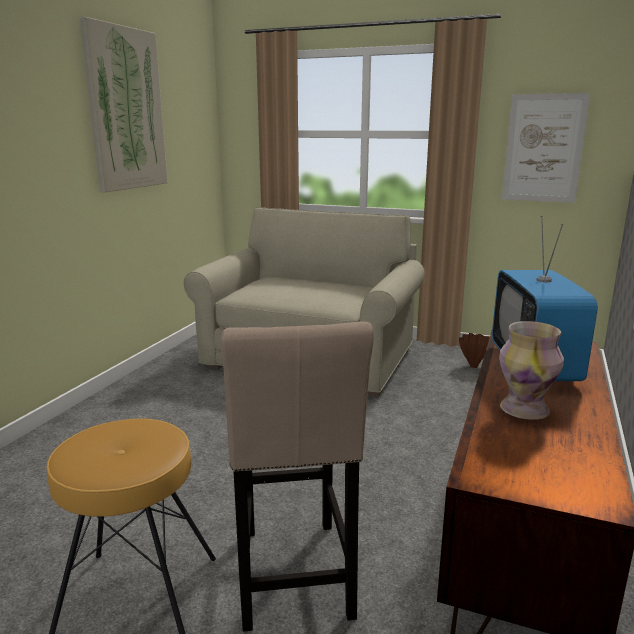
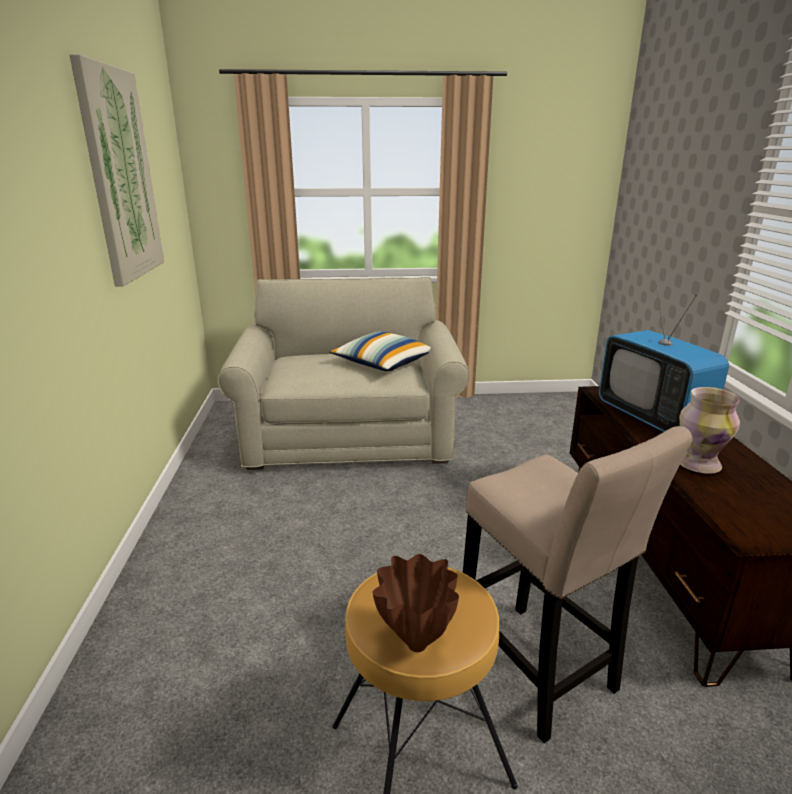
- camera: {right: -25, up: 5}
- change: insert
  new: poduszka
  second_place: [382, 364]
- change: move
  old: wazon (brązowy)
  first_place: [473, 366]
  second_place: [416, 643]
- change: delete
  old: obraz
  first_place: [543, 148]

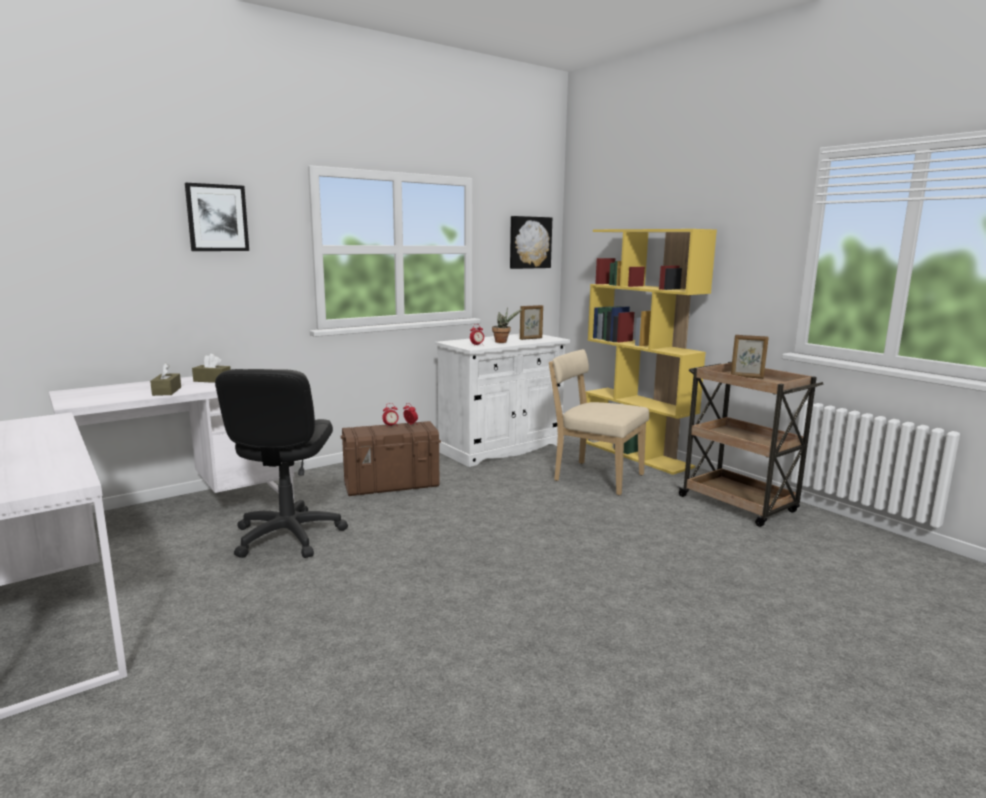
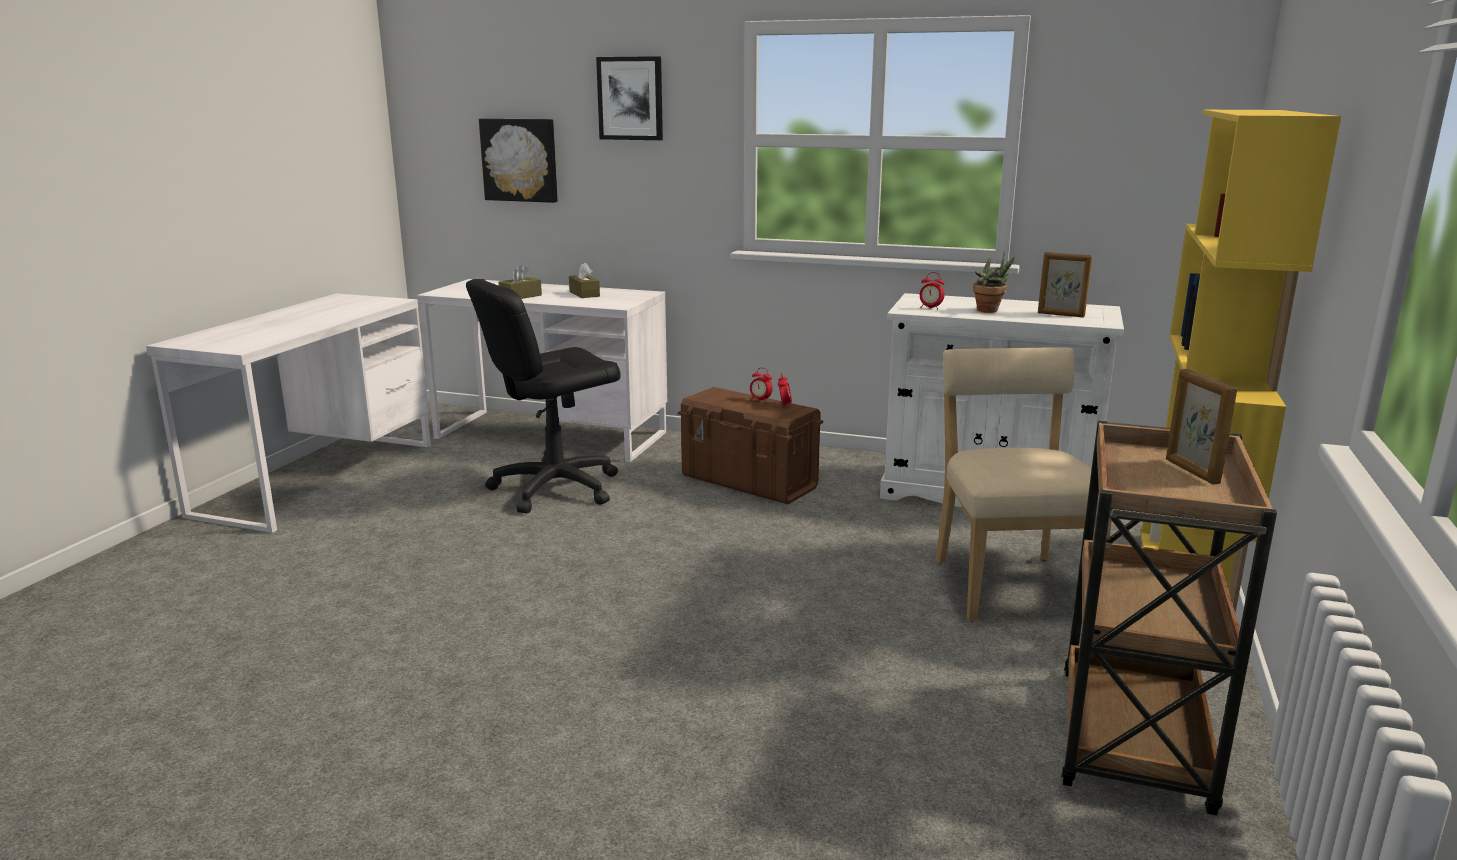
- camera: {right: 55, up: 5}
- change: move
  old: obraz
  first_place: [529, 242]
  second_place: [520, 160]

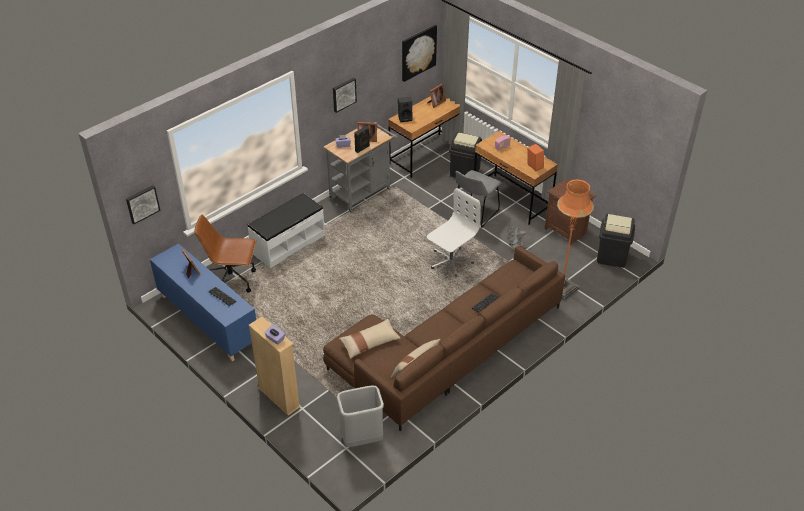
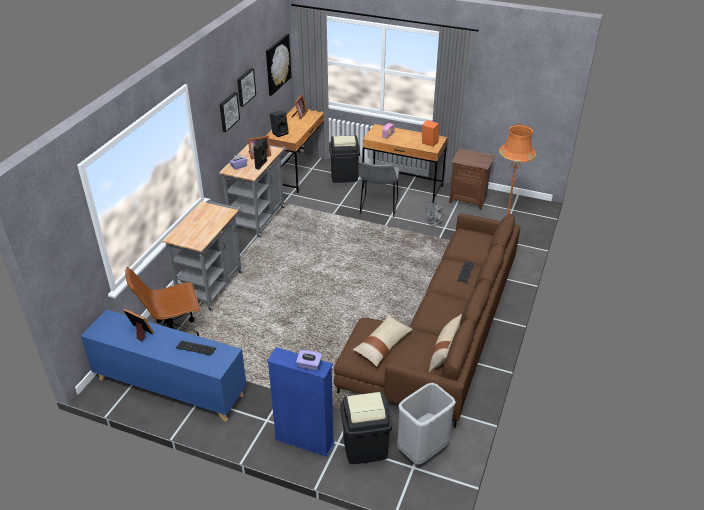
- camera: {right: -25, up: -5}
- change: replace
  old: ławka (biały)
  new: wózek (szary)
  first_place: [288, 244]
  second_place: [213, 284]
- change: move
  old: obraz
  first_place: [142, 203]
  second_place: [245, 87]
- change: recolor
  old: regał (beżowy)
  new: regał (niebieski)
  first_place: [279, 397]
  second_place: [304, 441]
- change: move
  old: kosz na śmieci (czarny)
  first_place: [612, 257]
  second_place: [365, 447]
- change: delete
  old: krzesło biurowe (biały)
  first_place: [450, 261]

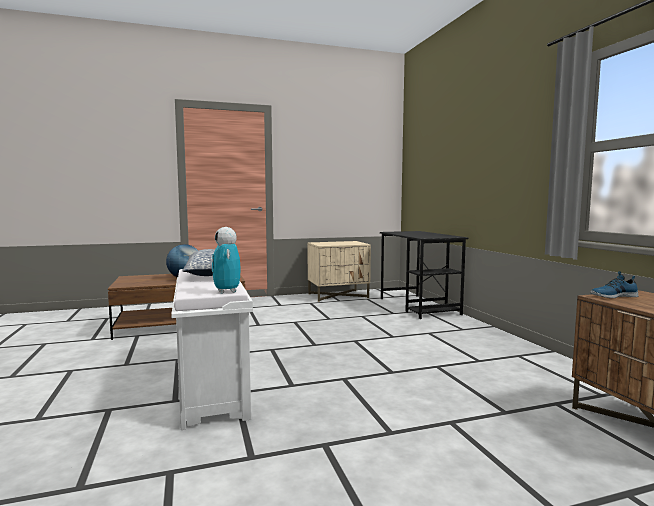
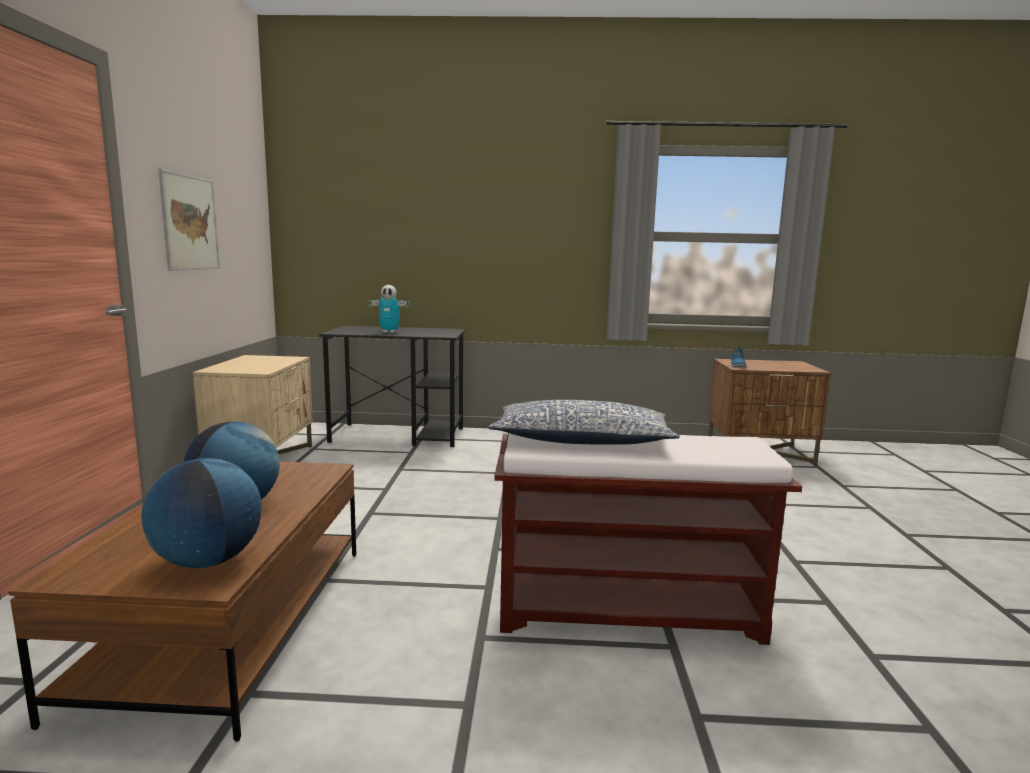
- camera: {right: -70, up: 5}
- change: insert
  new: globus
  second_place: [208, 561]
- change: insert
  new: obraz
  second_place: [190, 223]
- change: move
  old: robot zabawkowy
  first_place: [227, 291]
  second_place: [389, 332]
- change: recolor
  old: ławka (biały)
  new: ławka (brązowy)
  first_place: [213, 387]
  second_place: [630, 610]

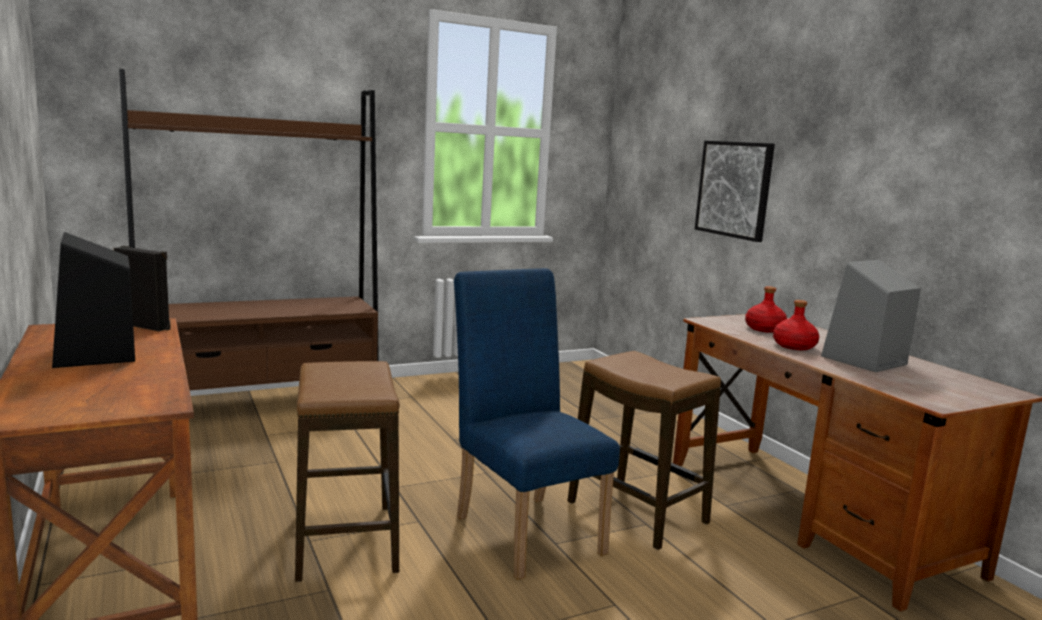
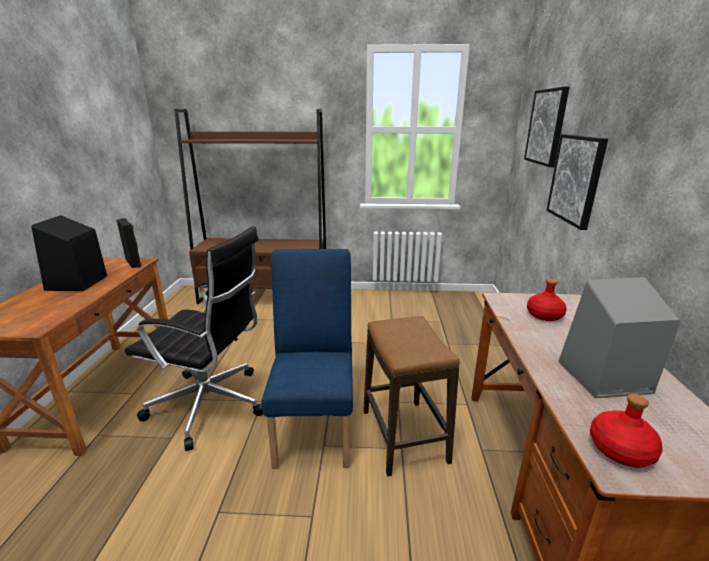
- camera: {right: 30, up: 10}
- change: replace
  old: stołek
  new: krzesło biurowe (czarny)
  first_place: [346, 542]
  second_place: [211, 405]
- change: insert
  new: obraz
  second_place: [546, 127]
- change: move
  old: butelka (czerwony)
  first_place: [793, 346]
  second_place: [619, 449]

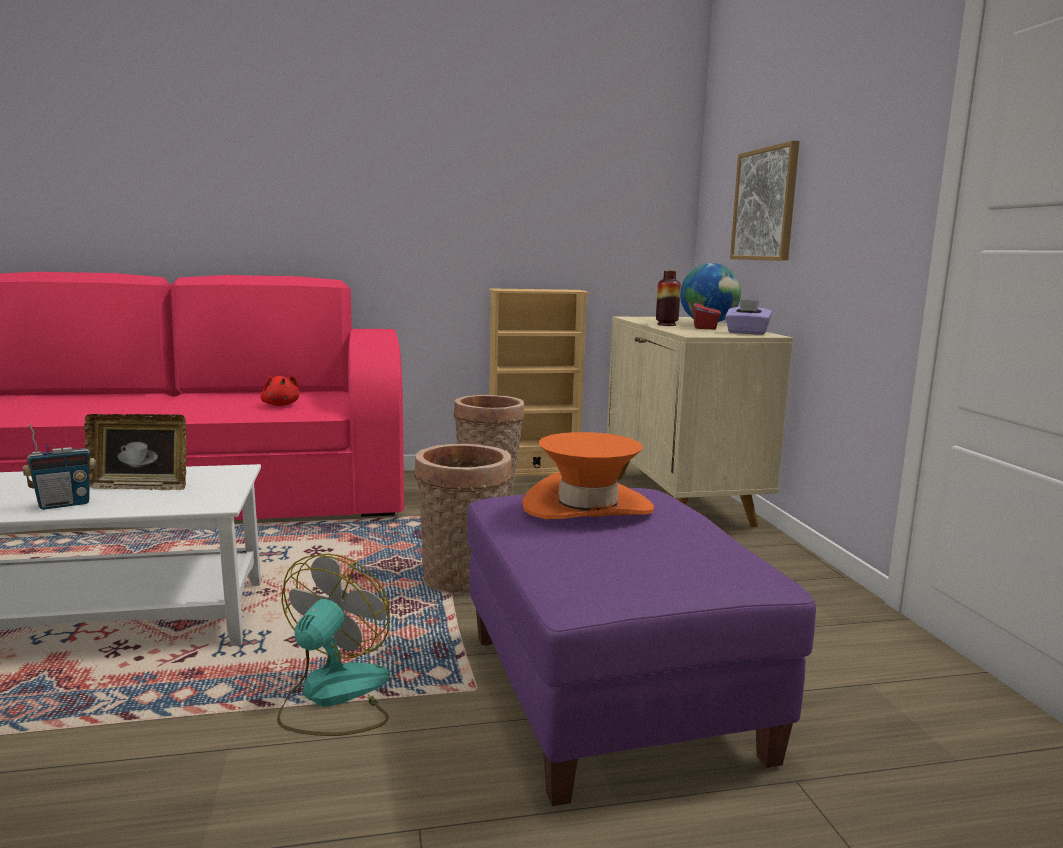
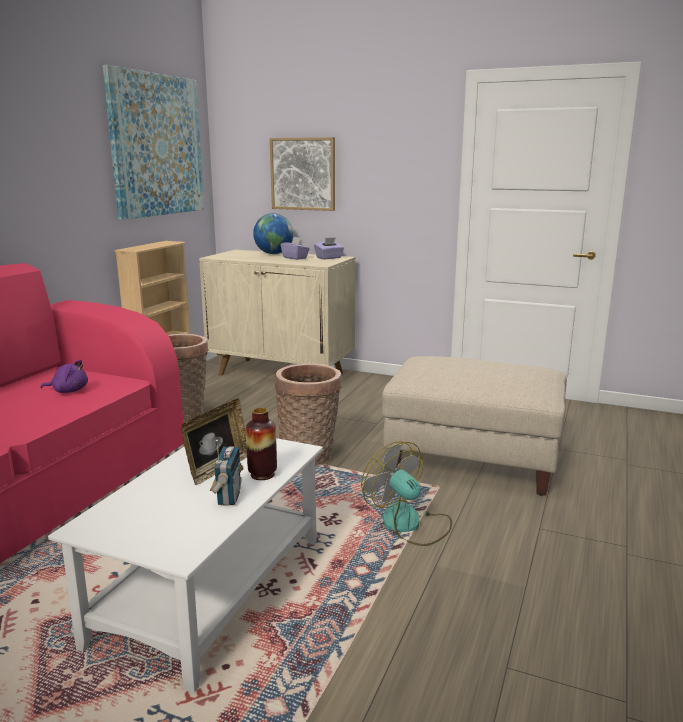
- camera: {right: -55, up: 5}
- change: recolor
  old: pluszak (czerwony)
  new: pluszak (fioletowy)
  first_place: [280, 405]
  second_place: [69, 391]
- change: insert
  new: obraz
  second_place: [157, 145]
- change: move
  old: wazon
  first_place: [666, 325]
  second_place: [262, 474]
- change: recolor
  old: pudełko chusteczek (czerwony)
  new: pudełko chusteczek (fioletowy)
  first_place: [705, 328]
  second_place: [295, 258]
- change: recolor
  old: pufa (fioletowy)
  new: pufa (beżowy)
  first_place: [609, 697]
  second_place: [472, 460]
- change: delete
  old: kapelusz (pomarańczowy)
  first_place: [587, 506]

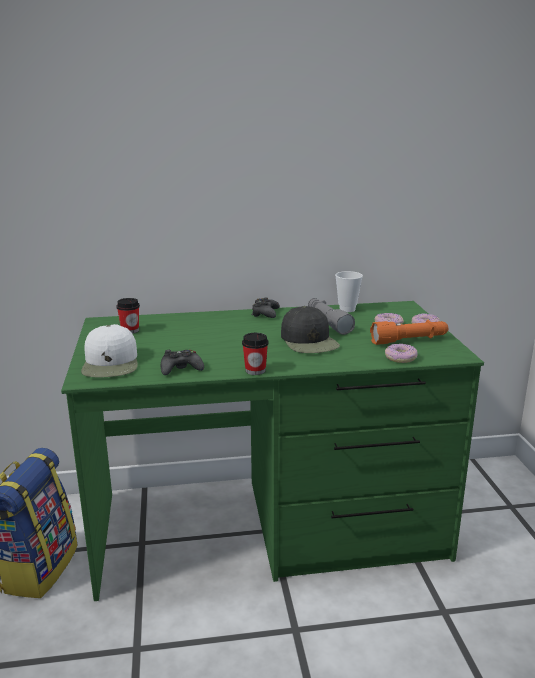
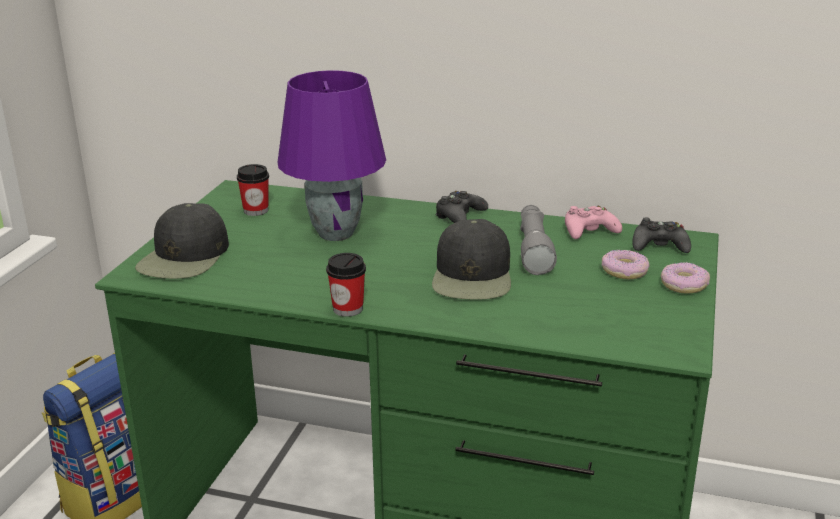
- camera: {right: 25, up: 5}
- change: recolor
  old: czapka z daszkiem (biały)
  new: czapka z daszkiem (czarny)
  first_place: [111, 363]
  second_place: [185, 257]
- change: insert
  new: lampa stołowa (fioletowy)
  second_place: [335, 233]
- change: replace
  old: filiżanka
  new: pad do gier (różowy)
  first_place: [347, 309]
  second_place: [589, 231]
- change: move
  old: pad do gier (czarny)
  first_place: [181, 369]
  second_place: [659, 245]
- change: delete
  old: latarka (pomarańczowy)
  first_place: [409, 341]
- change: delete
  old: donut
  first_place: [401, 358]

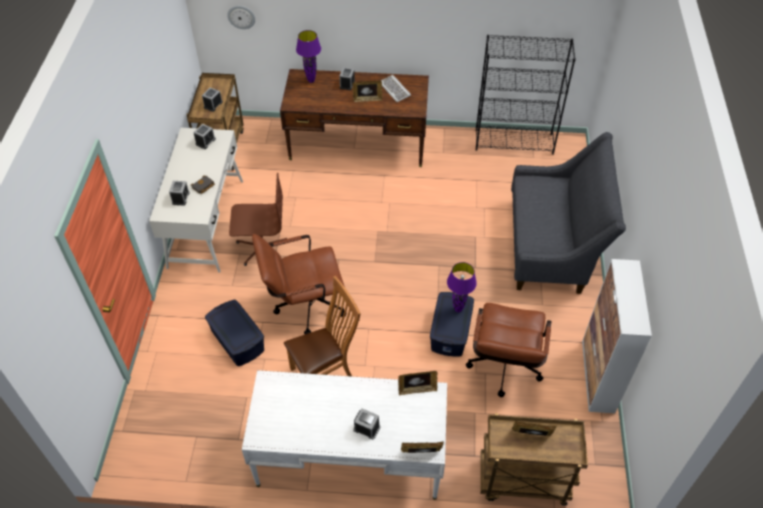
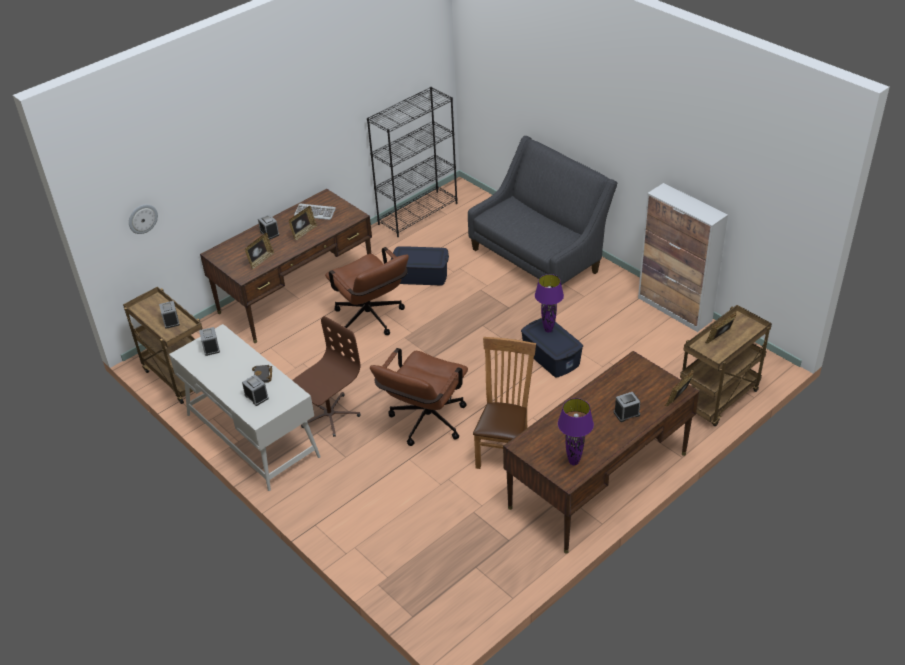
- camera: {right: -45, up: -10}
- change: move
  old: ramka na zdjęcie
  first_place: [417, 389]
  second_place: [260, 260]
- change: move
  old: krzesło biurowe (brązowy)
  first_place: [503, 370]
  second_place: [372, 320]
- change: move
  old: pojemnik do przechowywania (niebieski)
  first_place: [237, 341]
  second_place: [421, 276]
- change: recolor
  old: biurko (biały)
  new: biurko (brązowy)
  first_place: [349, 456]
  second_place: [598, 480]
- change: move
  old: lampa stołowa (fioletowy)
  first_place: [311, 80]
  second_place: [573, 462]

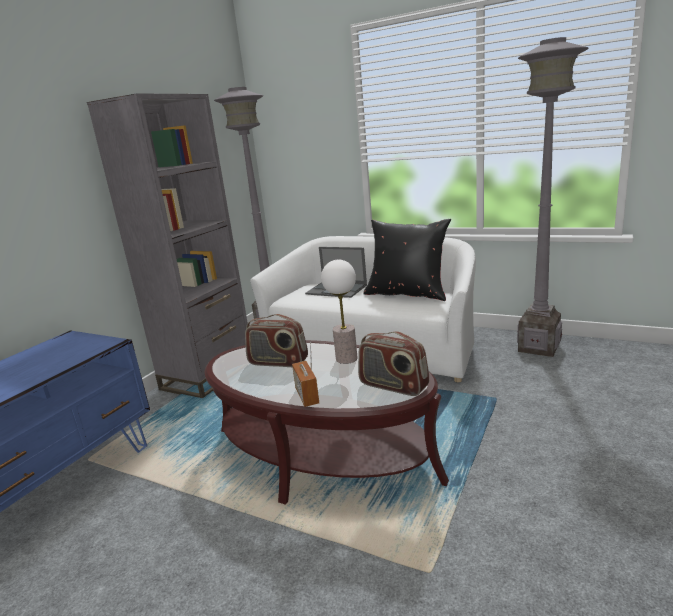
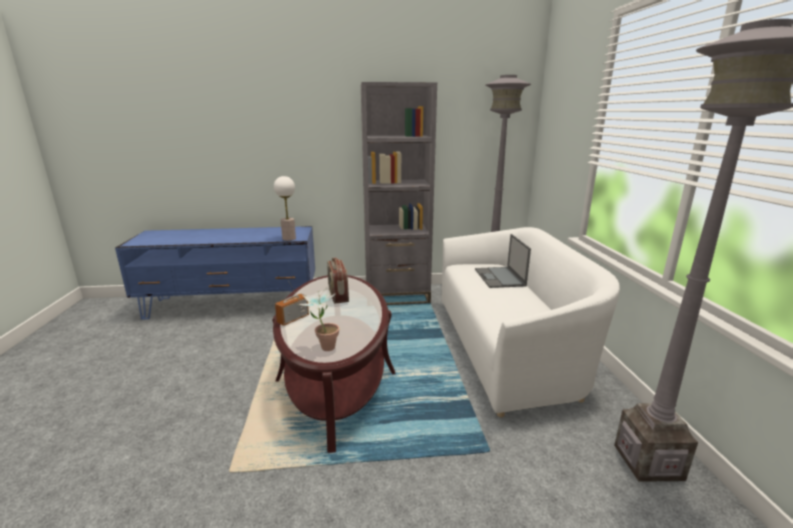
- camera: {right: 55, up: 0}
- change: move
  old: lampa stołowa
  first_place: [347, 358]
  second_place: [289, 239]
- change: replace
  old: radio
  new: roślina doniczkowa
  first_place: [393, 386]
  second_place: [323, 347]
- change: delete
  old: poduszka (czarny)
  first_place: [407, 293]

